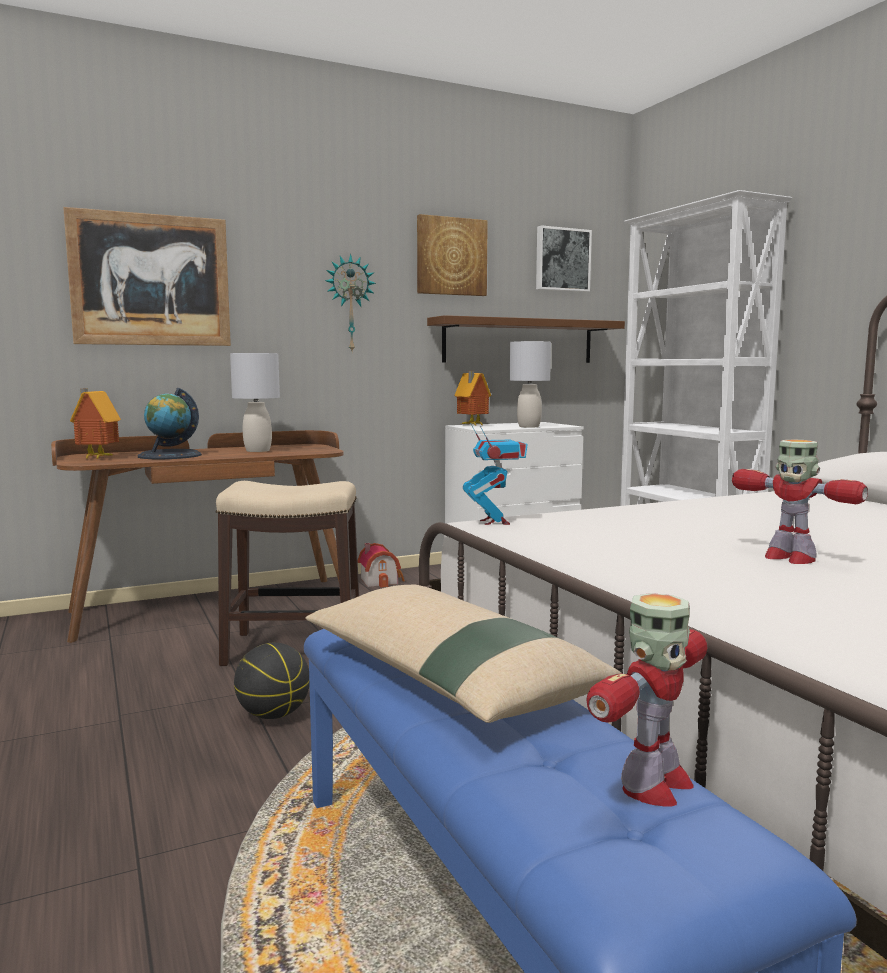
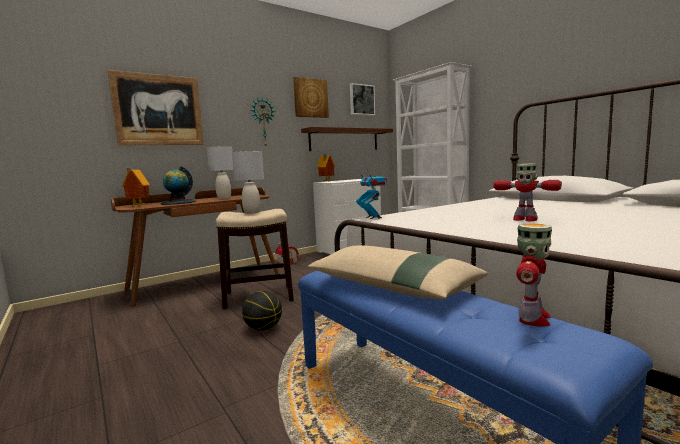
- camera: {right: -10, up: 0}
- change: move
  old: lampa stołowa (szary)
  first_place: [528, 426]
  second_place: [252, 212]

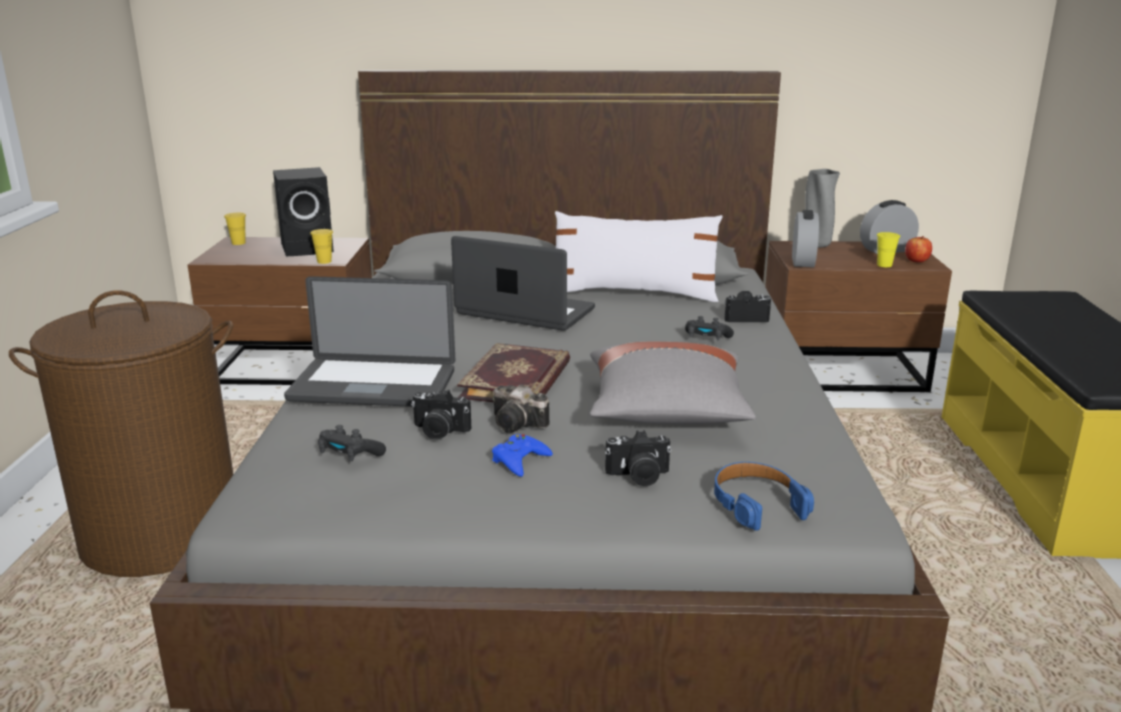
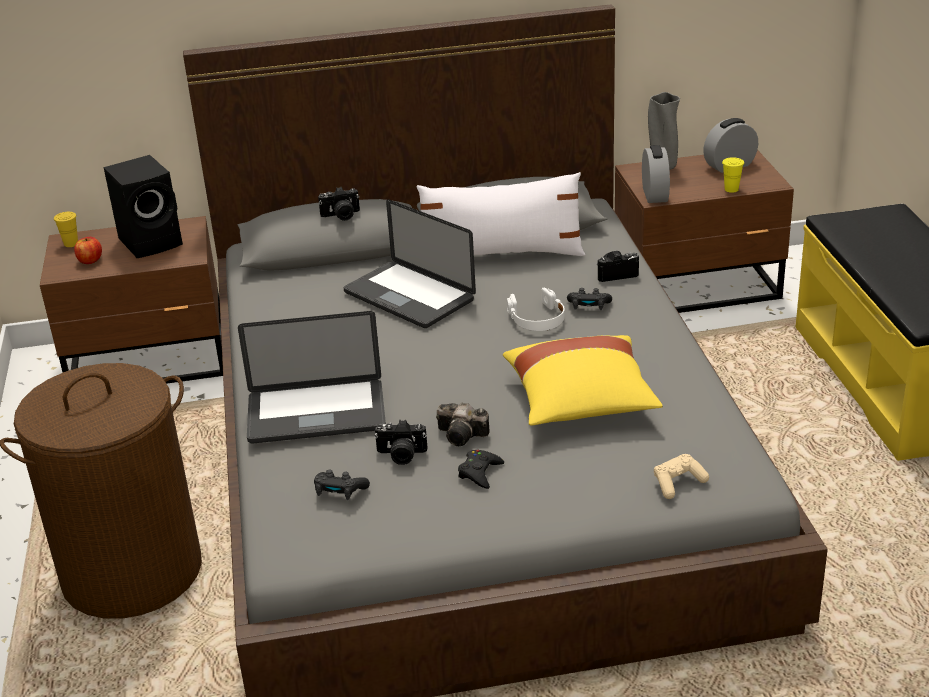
- camera: {right: -10, up: 10}
- change: move
  old: jabłko
  first_place: [916, 260]
  second_place: [90, 260]
- change: move
  old: aparat fotograficzny
  first_place: [638, 476]
  second_place: [341, 216]
- change: rotate
  old: laptop
  first_place: [525, 312]
  second_place: [409, 296]
  degrees: -150
- change: recolor
  old: pad do gier (niebieski)
  new: pad do gier (czarny)
  first_place: [520, 460]
  second_place: [480, 473]
- change: recolor
  old: poduszka (szary)
  new: poduszka (żółty)
  first_place: [666, 413]
  second_place: [581, 402]
- change: insert
  new: słuchawki (biały)
  second_place: [537, 319]
- change: replace
  old: słuchawki (niebieski)
  new: pad do gier (beżowy)
  first_place: [756, 504]
  second_place: [678, 483]
- change: delete
  old: filiżanka (żółty)
  first_place: [324, 261]
- change: delete
  old: książka
  first_place: [518, 380]

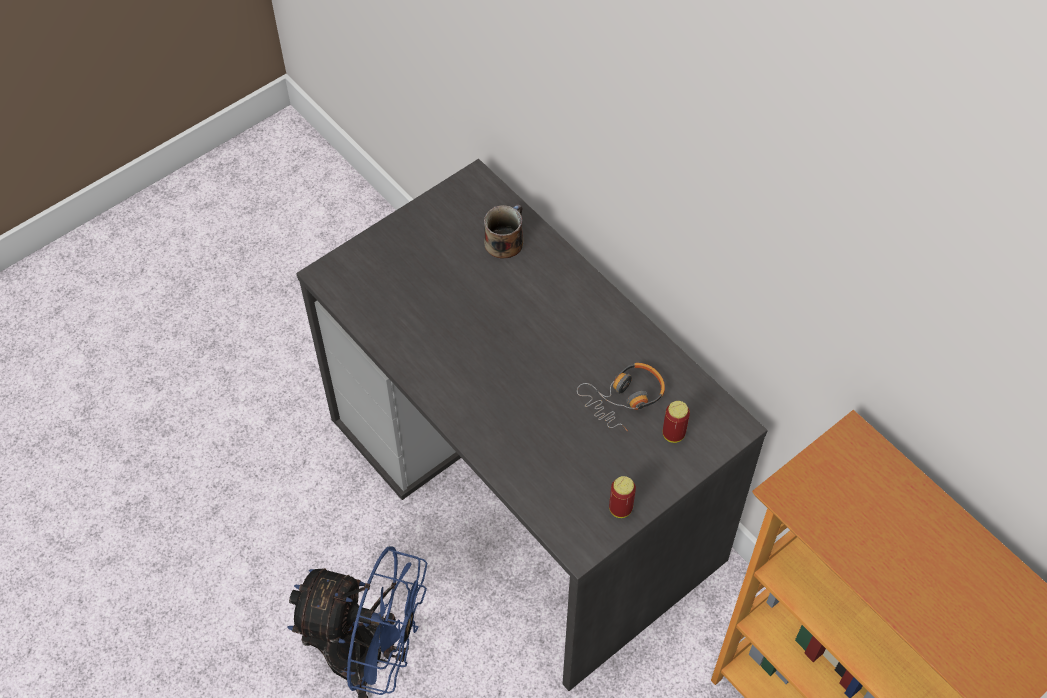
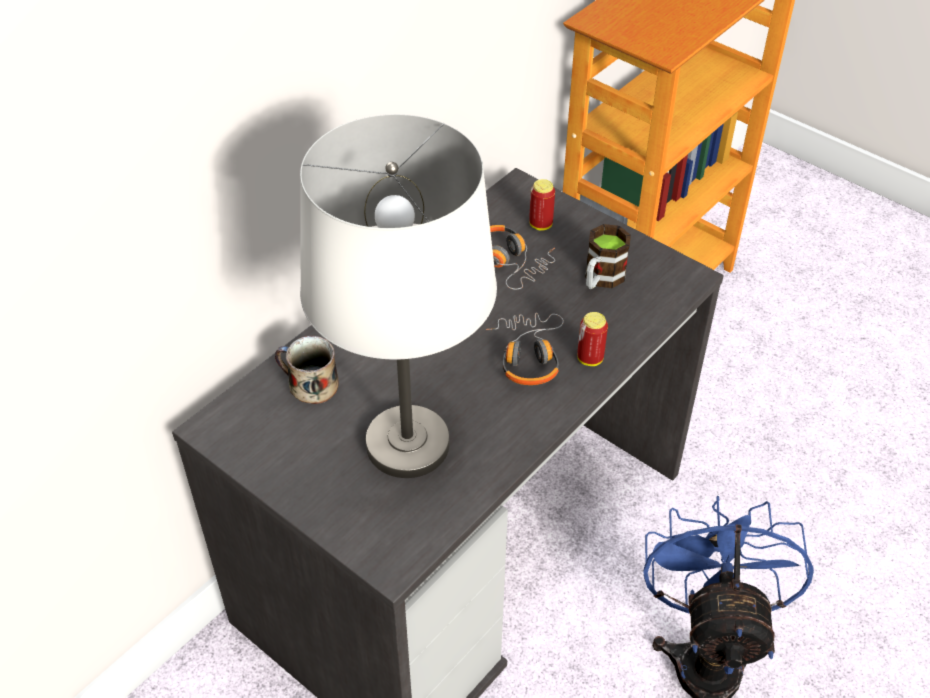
- camera: {right: -100, up: -10}
- change: insert
  new: lampa stołowa (biały)
  second_place: [408, 444]
- change: insert
  new: słuchawki
  second_place: [528, 356]
- change: move
  old: puszka
  first_place: [620, 508]
  second_place: [590, 359]
- change: insert
  new: kubek
  second_place: [601, 279]

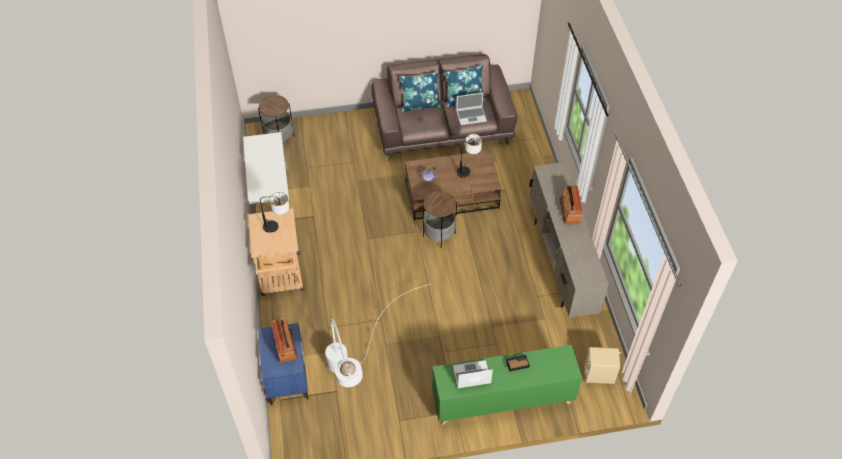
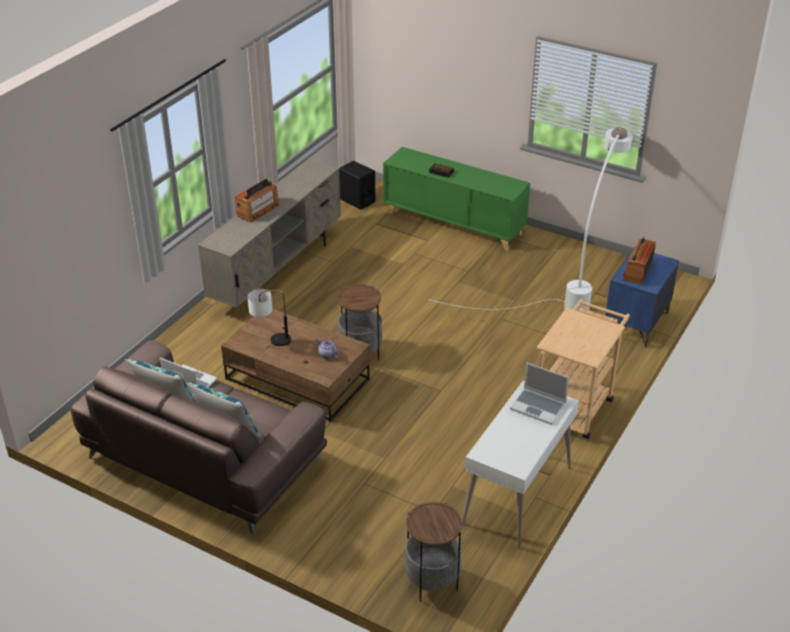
- camera: {right: -140, up: -15}
- change: recolor
  old: głośnik (beżowy)
  new: głośnik (czarny)
  first_place: [599, 374]
  second_place: [357, 200]
- change: move
  old: laptop
  first_place: [471, 375]
  second_place: [538, 407]
- change: delete
  old: lampa stołowa
  first_place: [278, 226]

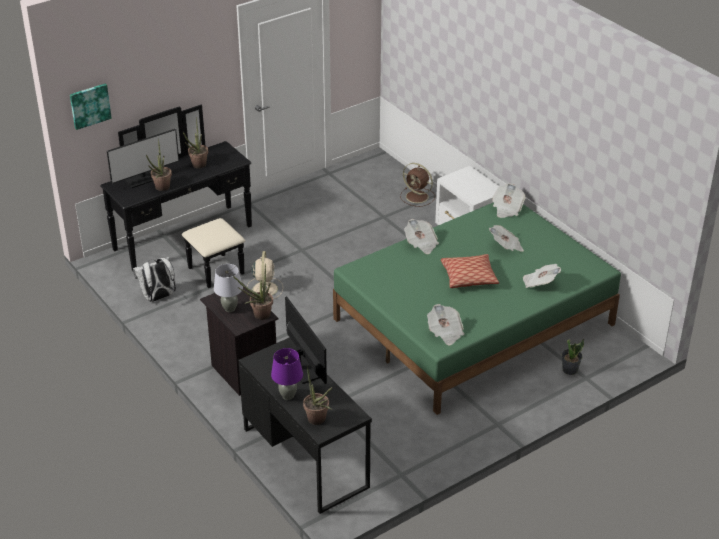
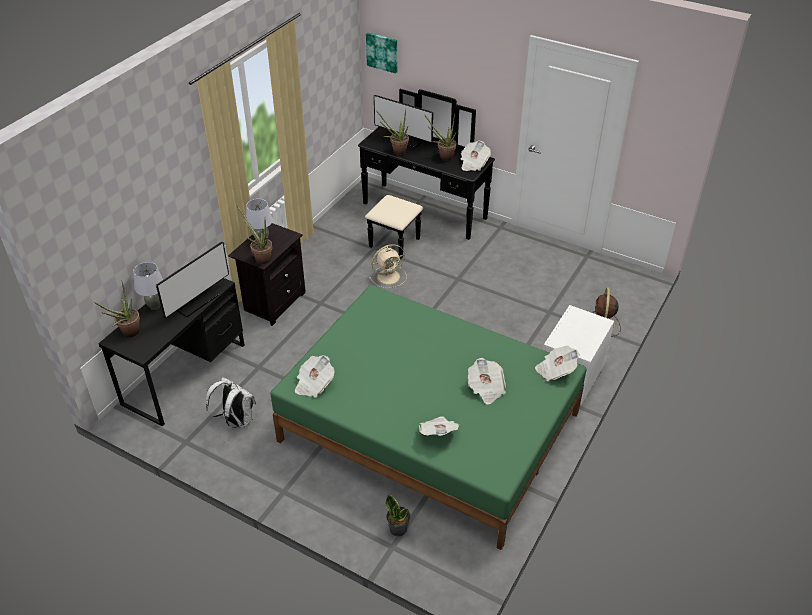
- camera: {right: 65, up: 5}
- change: recolor
  old: lampa stołowa (fioletowy)
  new: lampa stołowa (szary)
  first_place: [288, 396]
  second_place: [155, 306]
- change: move
  old: plecak (biały)
  first_place: [158, 298]
  second_place: [236, 421]
- change: move
  old: gazeta
  first_place: [421, 244]
  second_place: [473, 164]
- change: delete
  old: poduszka
  first_place: [469, 277]

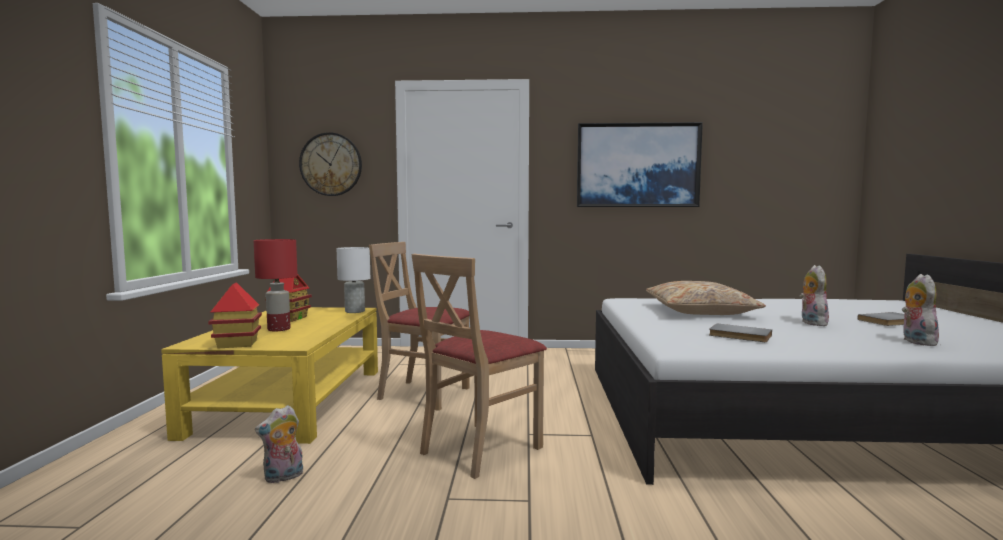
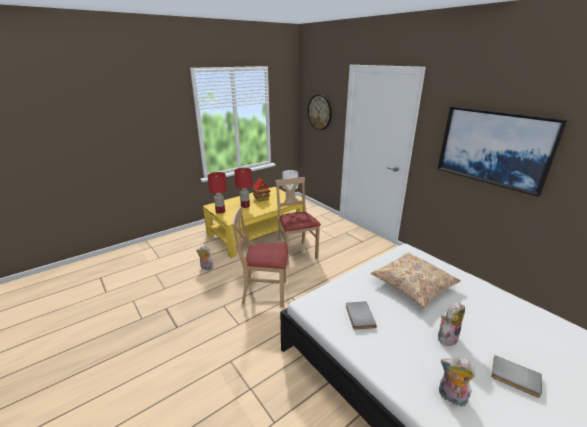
- camera: {right: 50, up: 20}
- change: replace
  old: domek
  new: lampa stołowa (czerwony)
  first_place: [237, 344]
  second_place: [220, 211]
- change: rotate
  old: pluszak
  first_place: [915, 341]
  second_place: [451, 397]
  degrees: -120

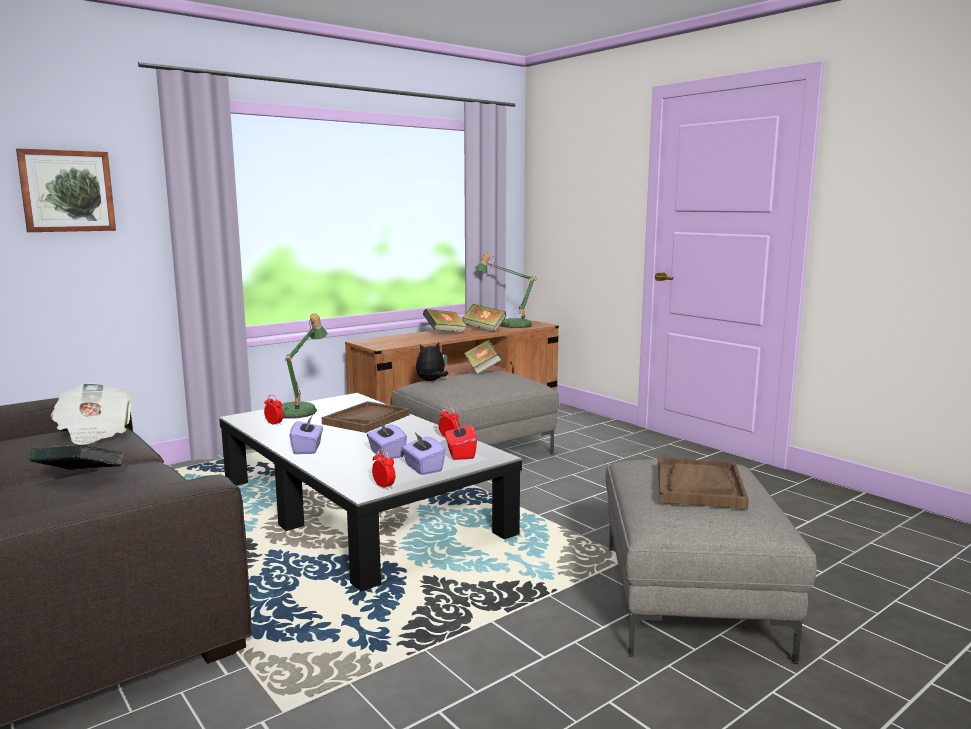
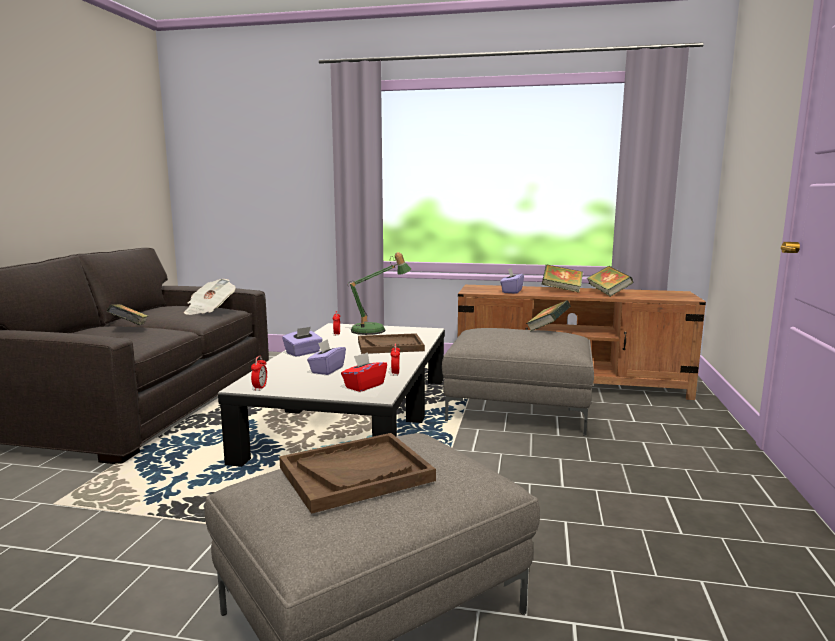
- camera: {right: 50, up: 0}
- change: move
  old: pudełko chusteczek (fioletowy)
  first_place: [423, 468]
  second_place: [511, 291]
- change: delete
  old: obraz
  first_place: [67, 191]
- change: delete
  old: pluszak
  first_place: [431, 381]
- change: delete
  old: lampa stołowa
  first_place: [509, 325]

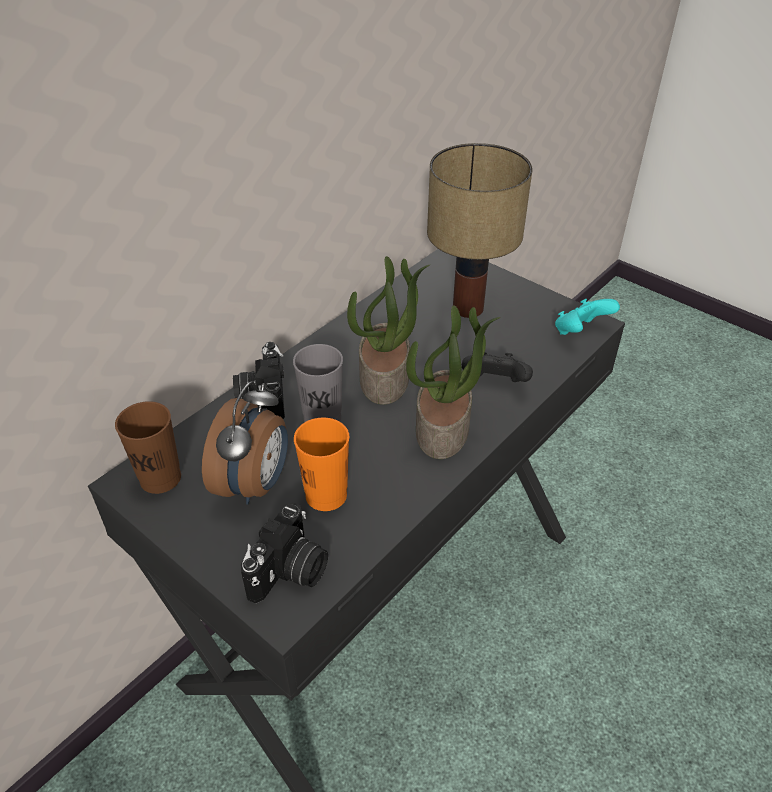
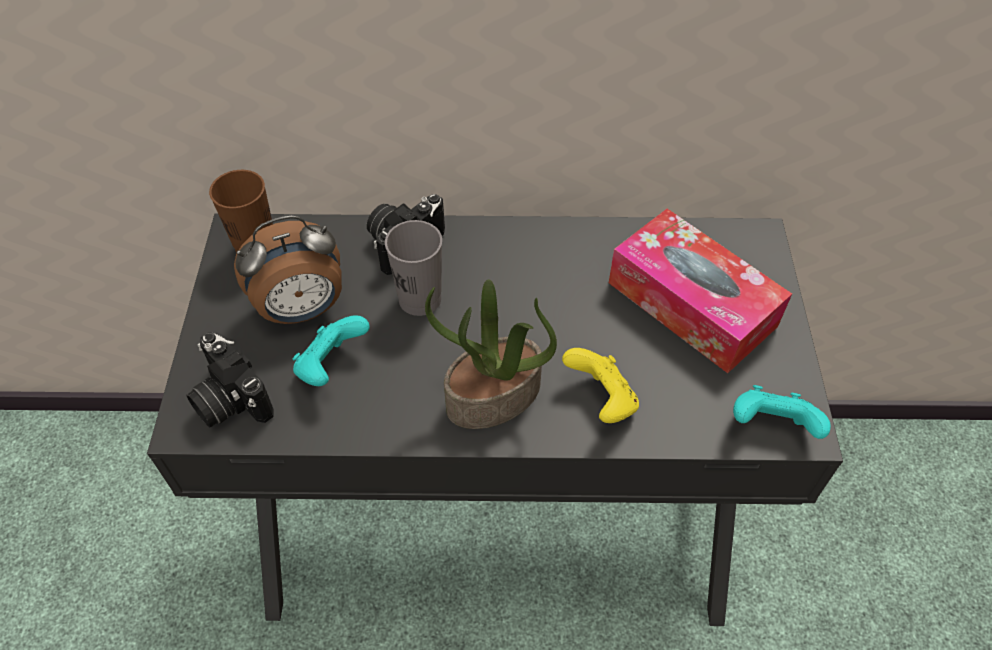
- camera: {right: 50, up: 10}
- change: rotate
  old: aparat fotograficzny
  first_place: [290, 572]
  second_place: [229, 400]
  degrees: 60
- change: replace
  old: filiżanka (pomarańczowy)
  new: pad do gier (turkusowy)
  first_place: [326, 495]
  second_place: [331, 366]
- change: recolor
  old: pad do gier (czarny)
  new: pad do gier (żółty)
  first_place: [495, 384]
  second_place: [601, 400]
- change: replace
  old: lampa stołowa
  new: pudełko chusteczek
  first_place: [466, 309]
  second_place: [691, 304]
- change: delete
  old: roślina doniczkowa
  first_place: [385, 378]

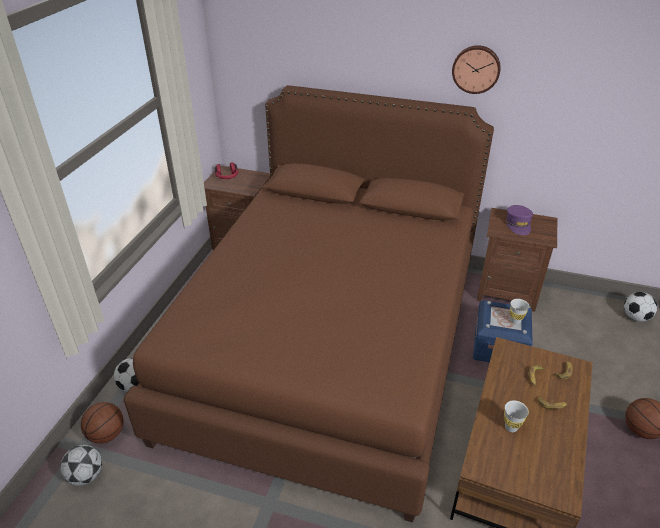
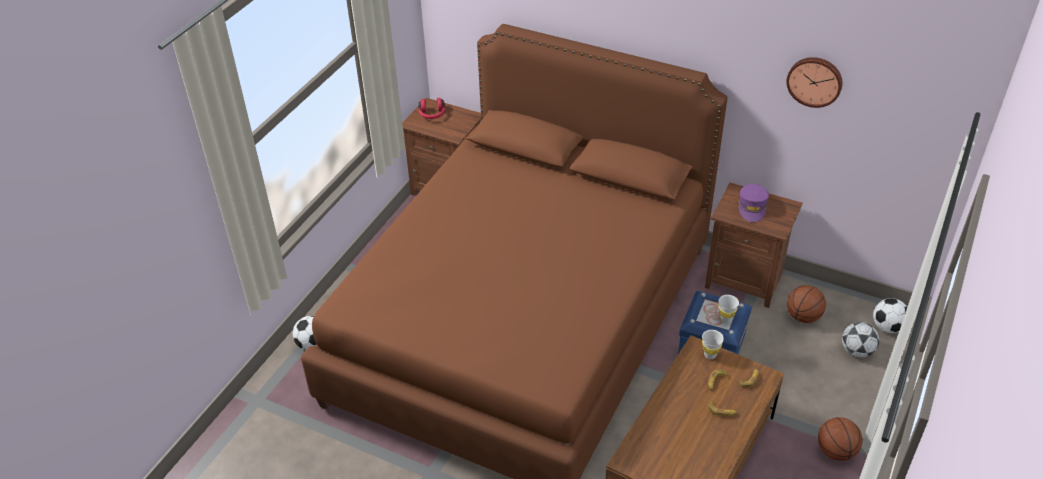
- camera: {right: 10, up: 5}
- change: move
  old: filiżanka (biały)
  first_place: [511, 427]
  second_place: [710, 355]
- change: move
  old: zegar ścienny
  first_place: [476, 69]
  second_place: [815, 81]
- change: move
  old: piłka do koszykówki
  first_place: [106, 435]
  second_place: [803, 317]
- change: move
  old: piłka futbolowa
  first_place: [86, 476]
  second_place: [856, 351]

